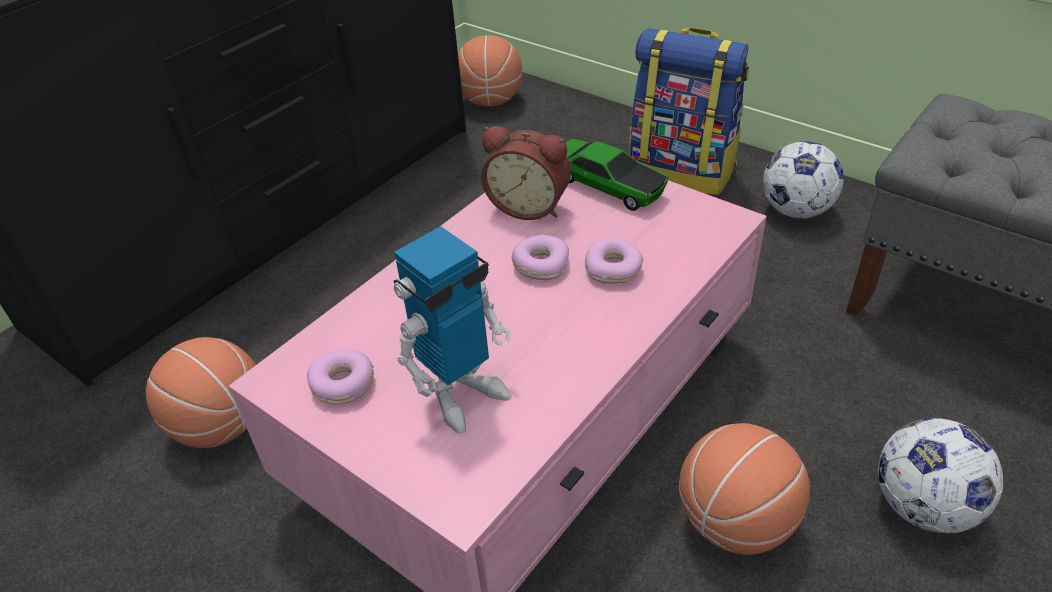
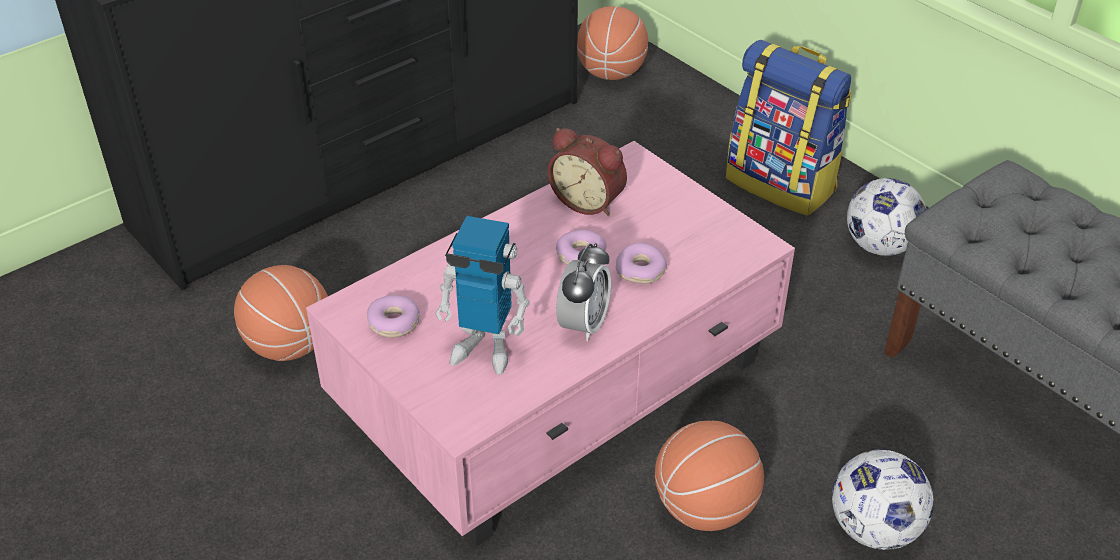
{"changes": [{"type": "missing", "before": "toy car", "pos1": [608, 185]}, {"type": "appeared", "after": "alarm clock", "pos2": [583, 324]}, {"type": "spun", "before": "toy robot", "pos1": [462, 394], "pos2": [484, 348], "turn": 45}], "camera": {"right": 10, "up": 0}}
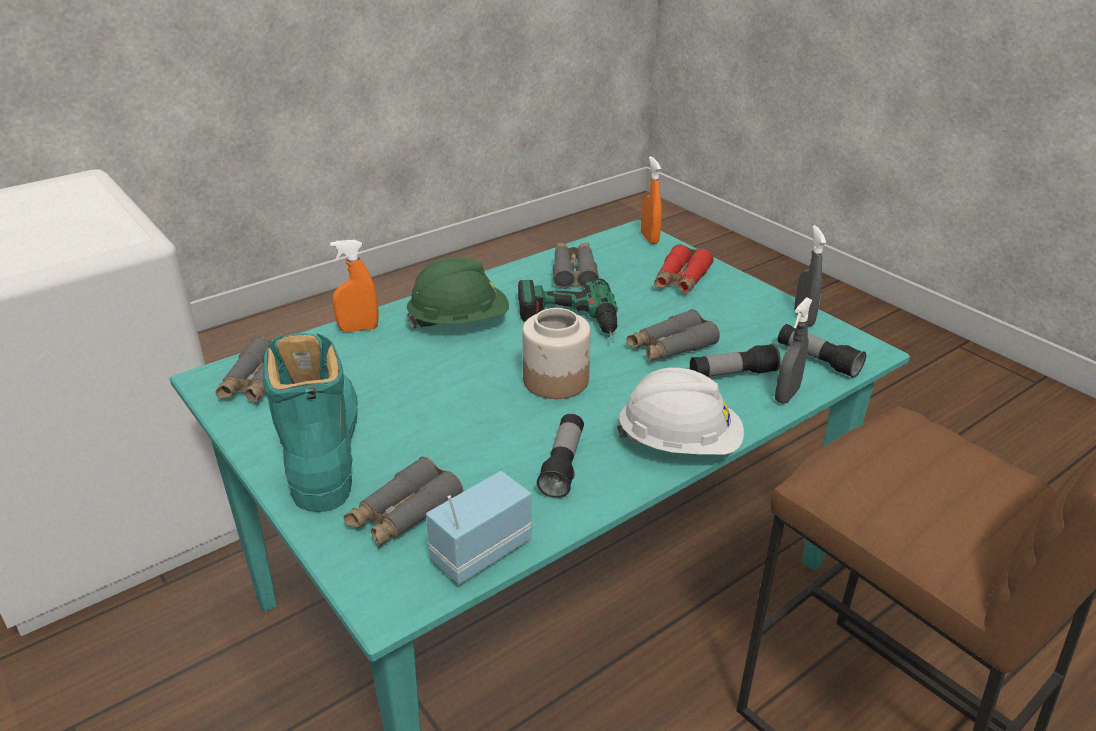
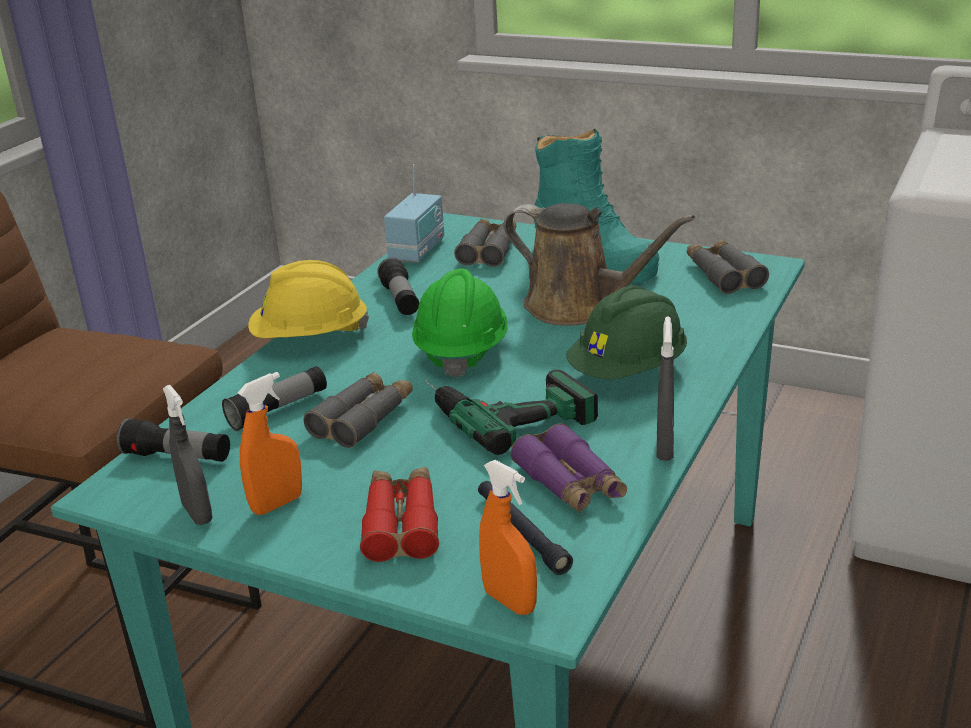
{"changes": [{"type": "appeared", "after": "black flashlight", "pos2": [521, 533]}, {"type": "appeared", "after": "brown watering can", "pos2": [579, 307]}, {"type": "relocated", "before": "orange spray bottle", "pos1": [358, 328], "pos2": [277, 504]}, {"type": "relocated", "before": "grey spray bottle", "pos1": [787, 395], "pos2": [664, 448]}, {"type": "exchanged", "before": "jar", "after": "green hard hat", "pos1": [556, 380], "pos2": [461, 351]}, {"type": "colour", "before": "grey binoculars", "after": "purple binoculars", "pos1": [574, 272], "pos2": [570, 484]}, {"type": "colour", "before": "white hard hat", "after": "yellow hard hat", "pos1": [679, 444], "pos2": [310, 338]}], "camera": {"right": 155, "up": -5}}
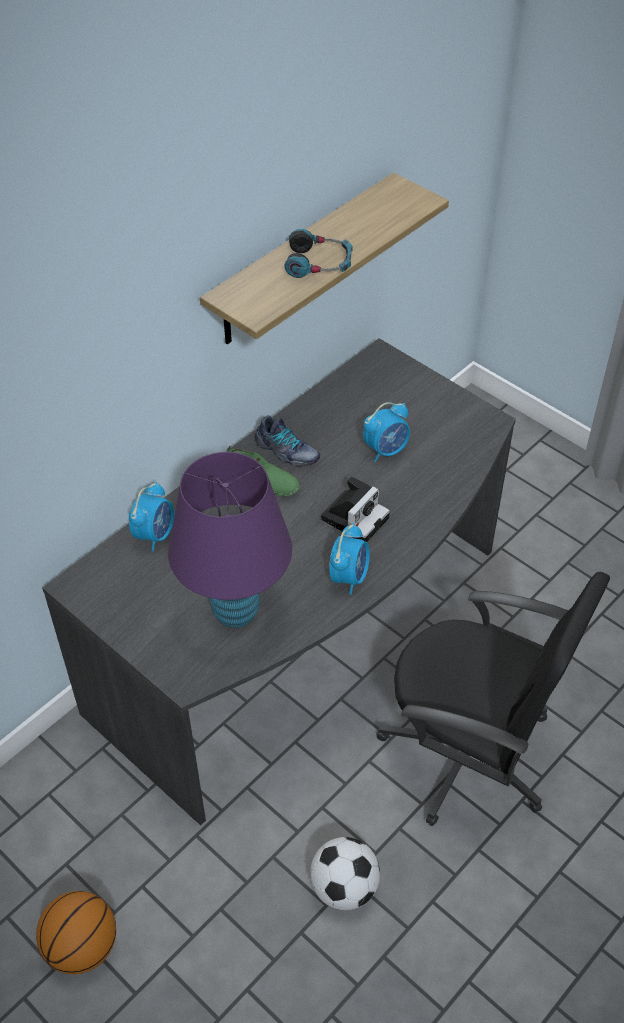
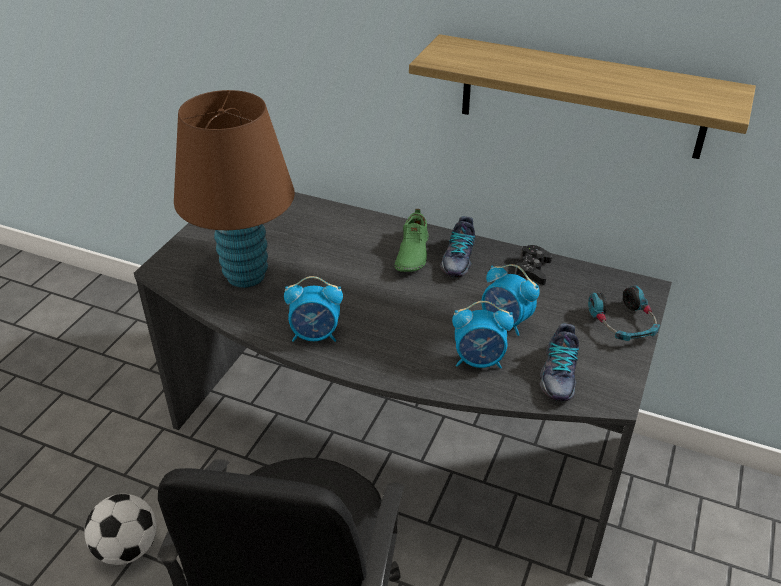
{"changes": [{"type": "missing", "before": "basketball", "pos1": [81, 946]}, {"type": "missing", "before": "photo camera", "pos1": [355, 516]}, {"type": "appeared", "after": "black game controller", "pos2": [532, 270]}, {"type": "appeared", "after": "shoe", "pos2": [558, 374]}, {"type": "relocated", "before": "alarm clock", "pos1": [155, 534], "pos2": [479, 361]}, {"type": "relocated", "before": "headphones", "pos1": [319, 264], "pos2": [623, 323]}, {"type": "colour", "before": "purple table lamp", "after": "brown table lamp", "pos1": [236, 612], "pos2": [246, 276]}], "camera": {"right": 70, "up": -10}}
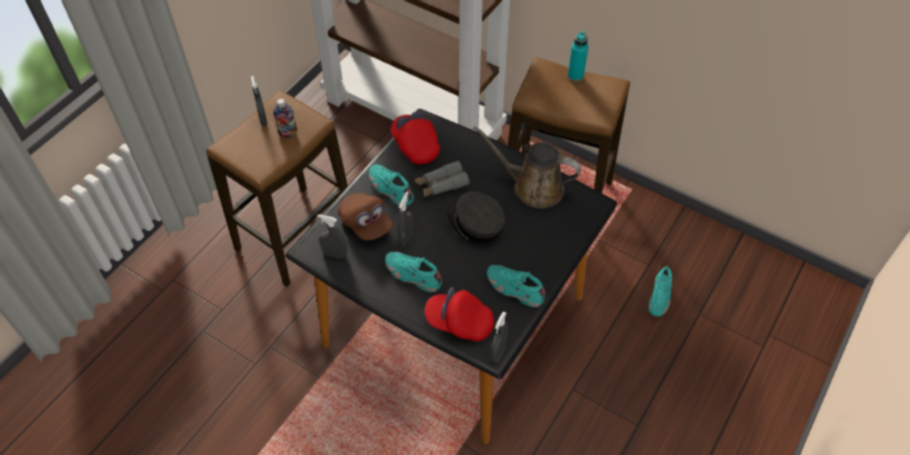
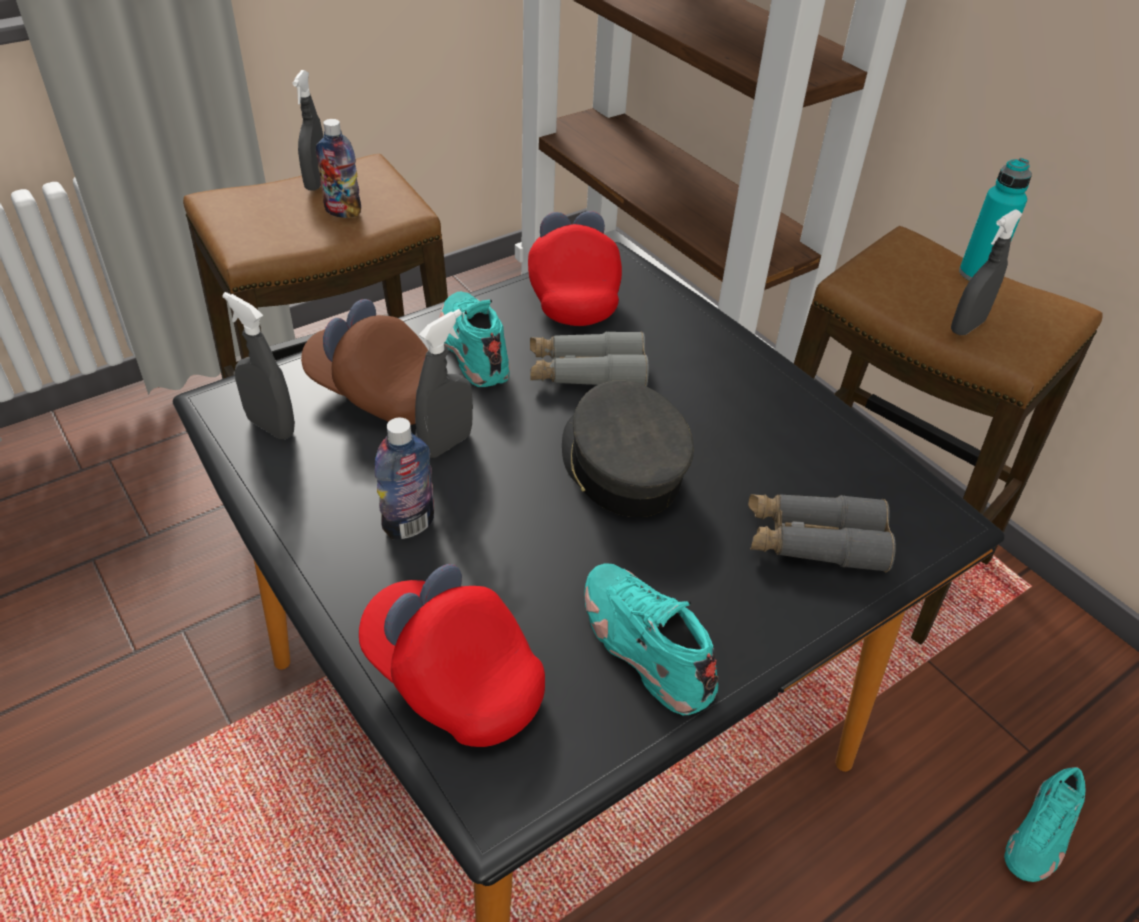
{"changes": [{"type": "missing", "before": "brown watering can", "pos1": [533, 187]}, {"type": "appeared", "after": "grey binoculars", "pos2": [814, 541]}, {"type": "relocated", "before": "grey spray bottle", "pos1": [498, 352], "pos2": [966, 327]}, {"type": "exchanged", "before": "turquoise shoe", "after": "bottle", "pos1": [412, 275], "pos2": [409, 525]}, {"type": "spun", "before": "brown cap", "pos1": [366, 224], "pos2": [378, 393], "turn": 135}], "camera": {"right": 20, "up": -10}}
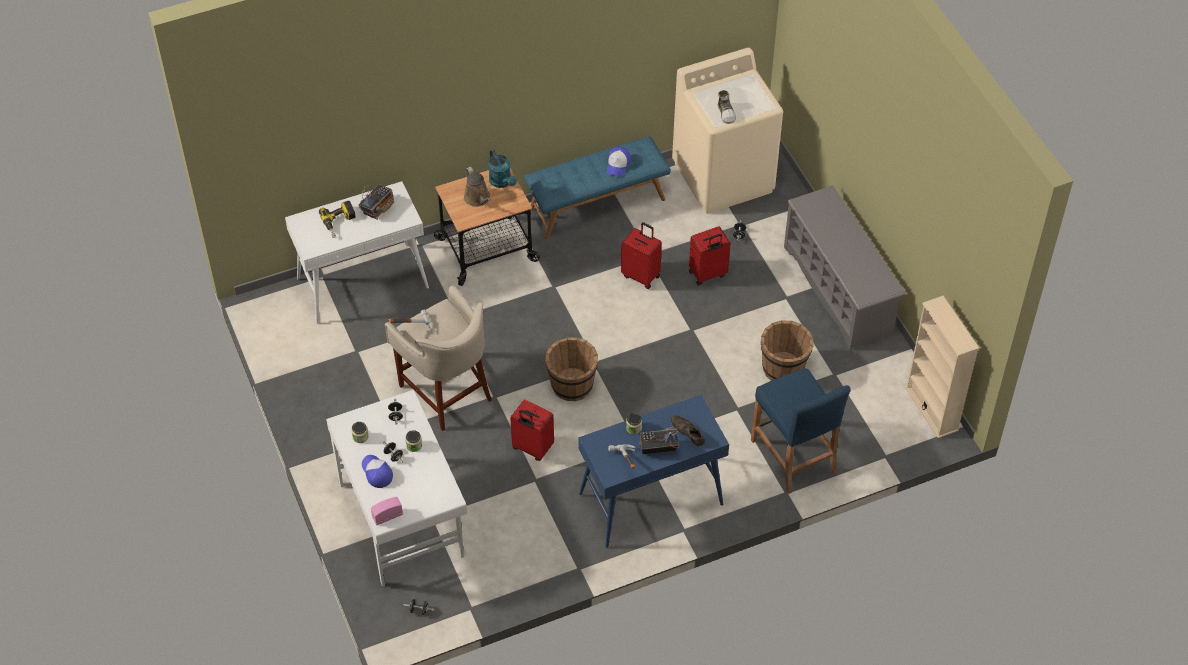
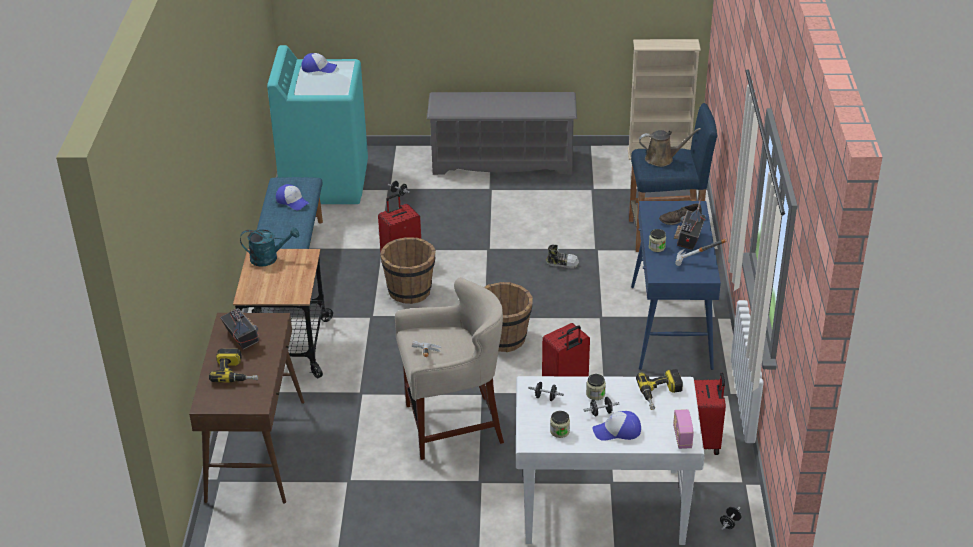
{"changes": [{"type": "appeared", "after": "cap", "pos2": [319, 68]}, {"type": "appeared", "after": "power drill", "pos2": [661, 394]}, {"type": "relocated", "before": "brown watering can", "pos1": [478, 199], "pos2": [662, 159]}, {"type": "relocated", "before": "red suitcase", "pos1": [708, 274], "pos2": [705, 442]}, {"type": "relocated", "before": "shoe", "pos1": [726, 113], "pos2": [562, 263]}, {"type": "relocated", "before": "brown bucket", "pos1": [783, 368], "pos2": [410, 291]}, {"type": "colour", "before": "white console table", "after": "brown console table", "pos1": [363, 282], "pos2": [255, 450]}, {"type": "colour", "before": "beige washing machine", "after": "turquoise washing machine", "pos1": [724, 177], "pos2": [325, 182]}], "camera": {"right": -65, "up": -15}}
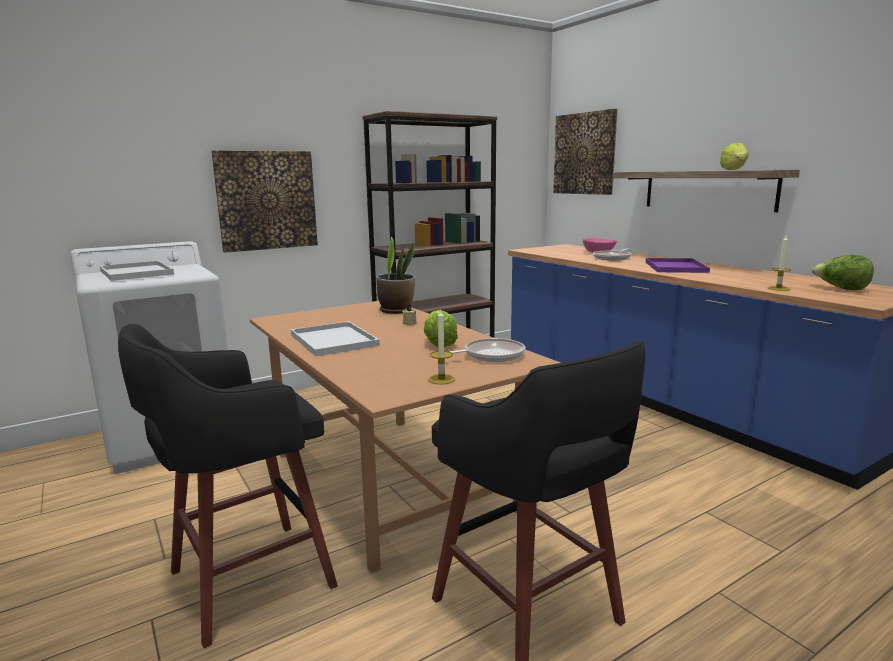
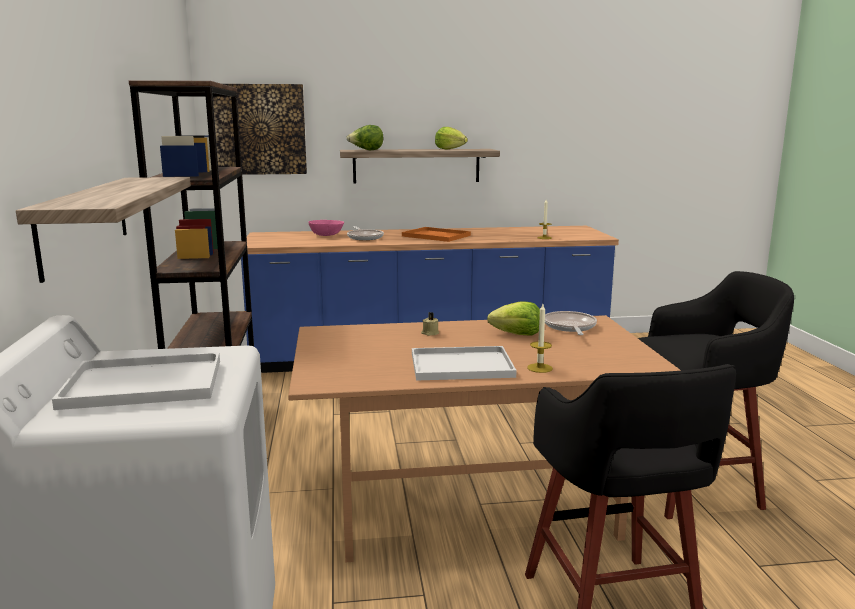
{"changes": [{"type": "missing", "before": "potted plant", "pos1": [396, 310]}, {"type": "relocated", "before": "candle", "pos1": [441, 379], "pos2": [539, 368]}, {"type": "relocated", "before": "lettuce", "pos1": [841, 289], "pos2": [366, 150]}, {"type": "exchanged", "before": "picture", "after": "shelf", "pos1": [266, 200], "pos2": [85, 222]}, {"type": "colour", "before": "purple tray", "after": "orange tray", "pos1": [674, 267], "pos2": [435, 236]}], "camera": {"right": -65, "up": 0}}
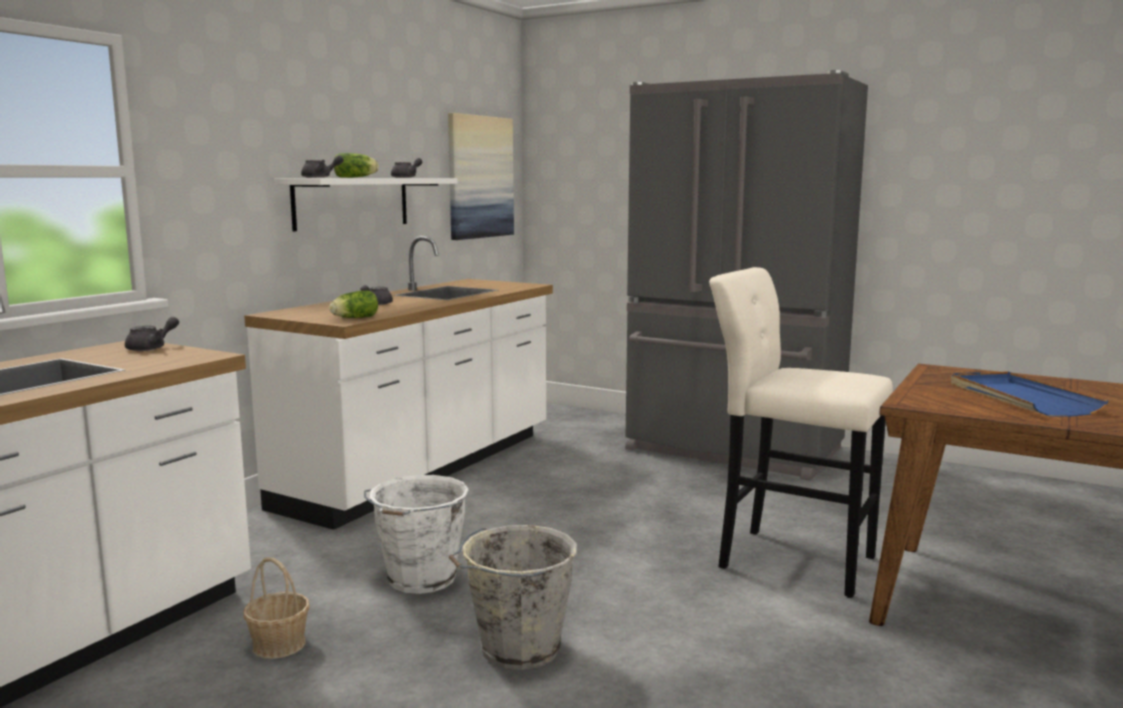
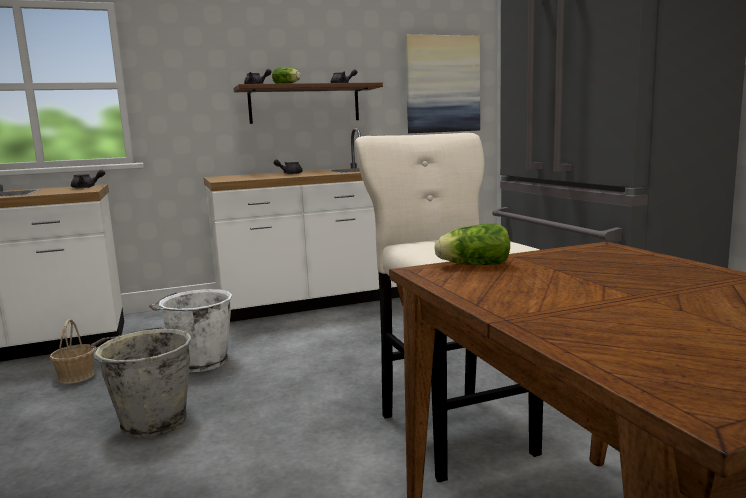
{"changes": [{"type": "missing", "before": "blue tray", "pos1": [1020, 398]}, {"type": "relocated", "before": "lettuce", "pos1": [353, 318], "pos2": [471, 265]}, {"type": "colour", "before": "white shelf", "after": "brown shelf", "pos1": [352, 202], "pos2": [304, 104]}], "camera": {"right": 40, "up": 0}}
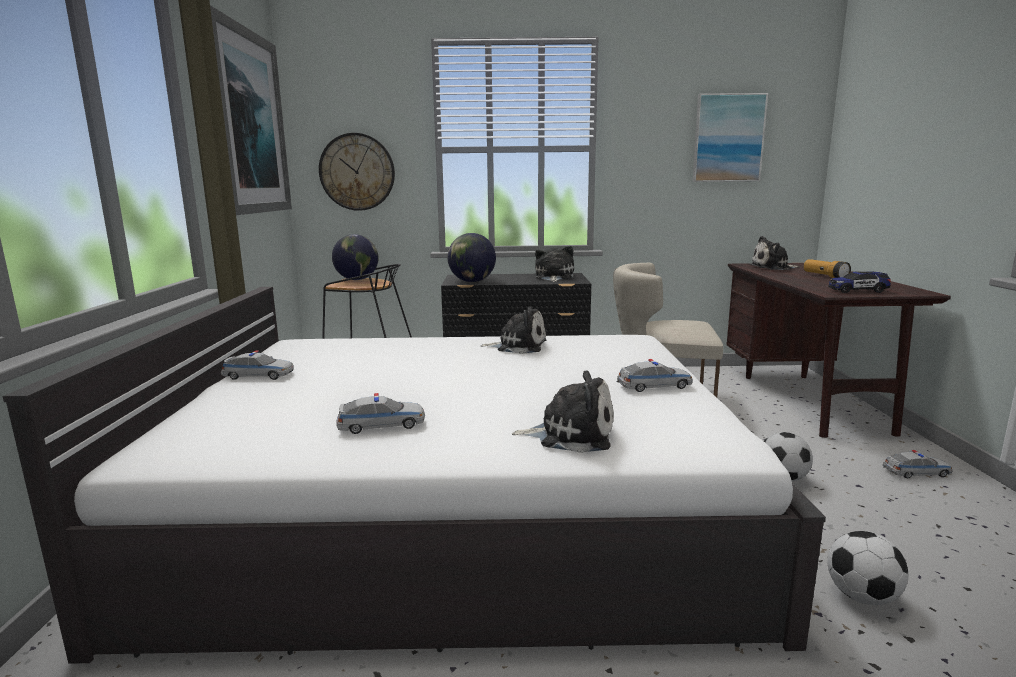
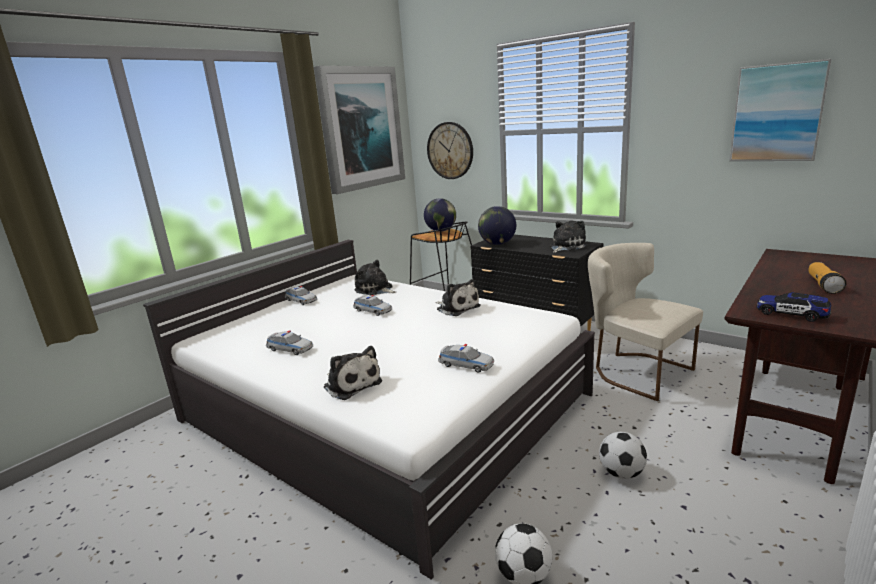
{"changes": [{"type": "relocated", "before": "plush toy", "pos1": [773, 268], "pos2": [375, 290]}, {"type": "relocated", "before": "toy car", "pos1": [916, 472], "pos2": [373, 311]}], "camera": {"right": 40, "up": 5}}
